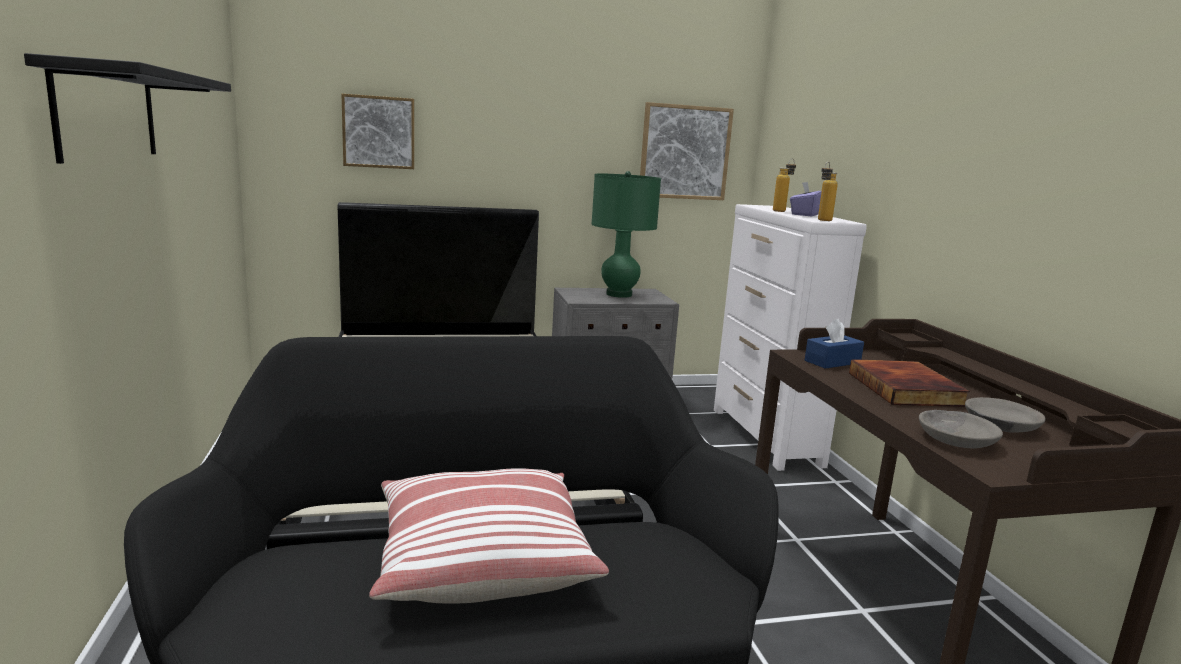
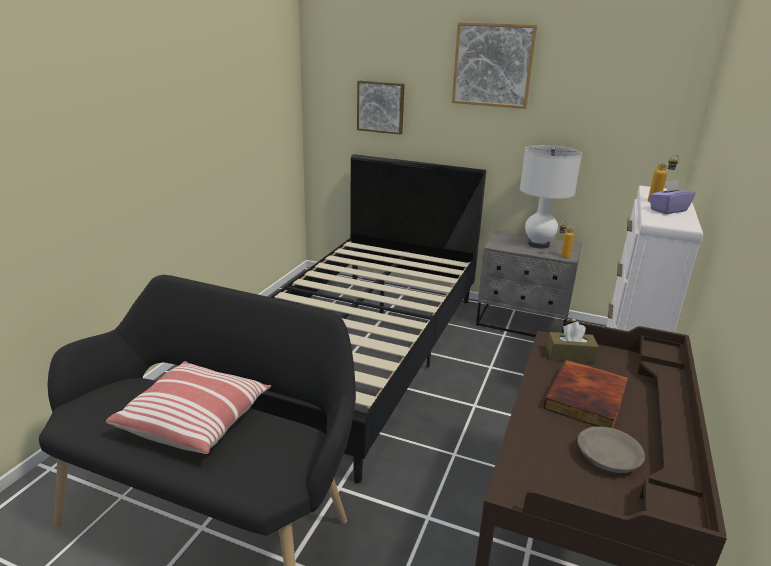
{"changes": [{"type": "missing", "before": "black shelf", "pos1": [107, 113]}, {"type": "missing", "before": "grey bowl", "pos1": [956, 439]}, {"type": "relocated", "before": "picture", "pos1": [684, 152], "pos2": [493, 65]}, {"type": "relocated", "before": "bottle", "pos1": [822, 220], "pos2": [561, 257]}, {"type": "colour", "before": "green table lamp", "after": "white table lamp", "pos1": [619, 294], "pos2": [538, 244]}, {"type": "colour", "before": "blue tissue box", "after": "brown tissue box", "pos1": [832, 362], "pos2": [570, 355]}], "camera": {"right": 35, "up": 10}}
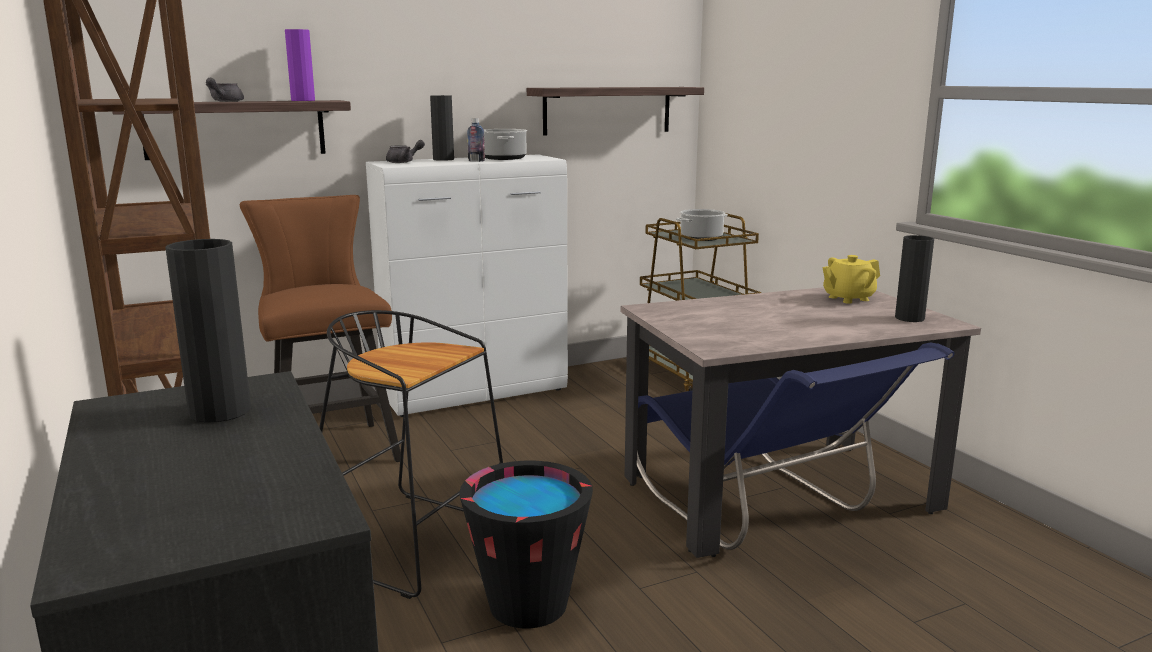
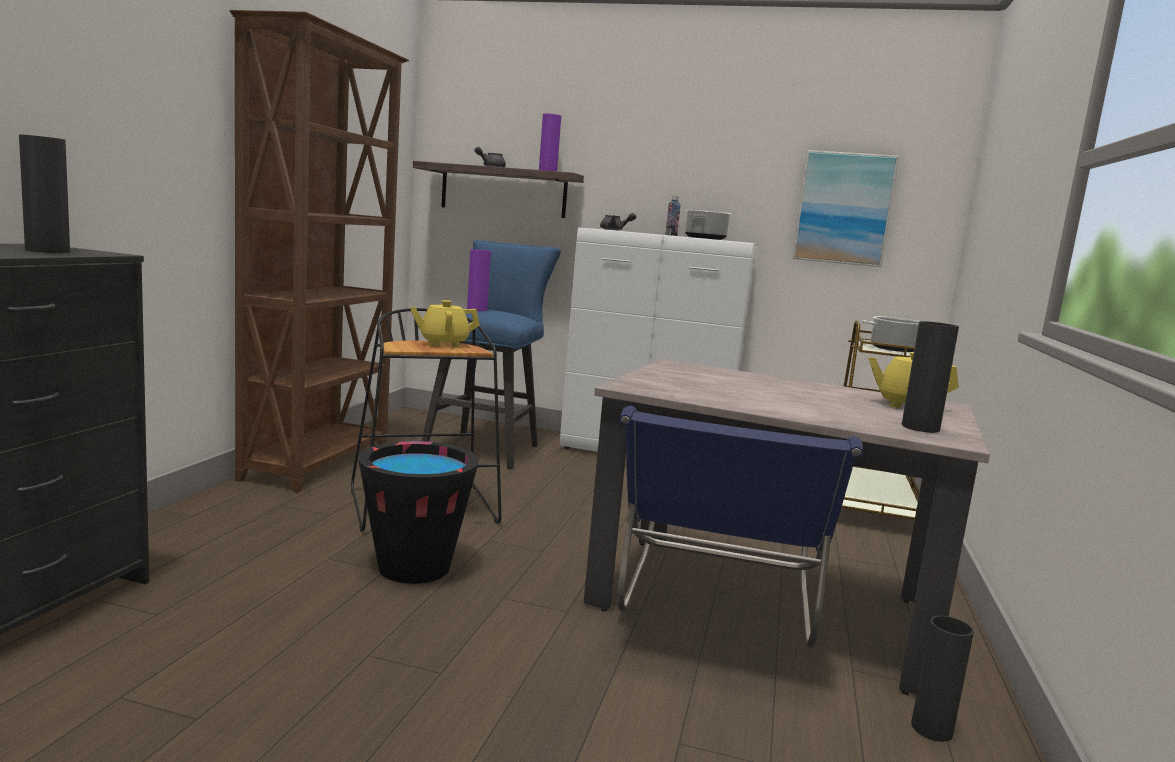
{"changes": [{"type": "appeared", "after": "yellow teapot", "pos2": [443, 343]}, {"type": "appeared", "after": "purple vase", "pos2": [477, 310]}, {"type": "relocated", "before": "black vase", "pos1": [443, 159], "pos2": [931, 729]}, {"type": "exchanged", "before": "shelf", "after": "picture", "pos1": [607, 110], "pos2": [844, 208]}, {"type": "colour", "before": "brown stool", "after": "blue stool", "pos1": [330, 447], "pos2": [486, 447]}], "camera": {"right": 40, "up": -5}}
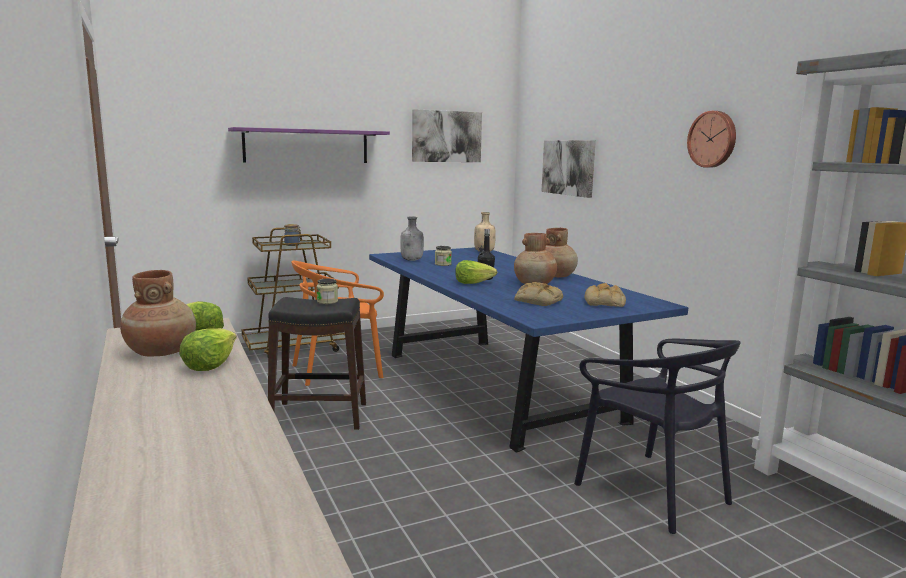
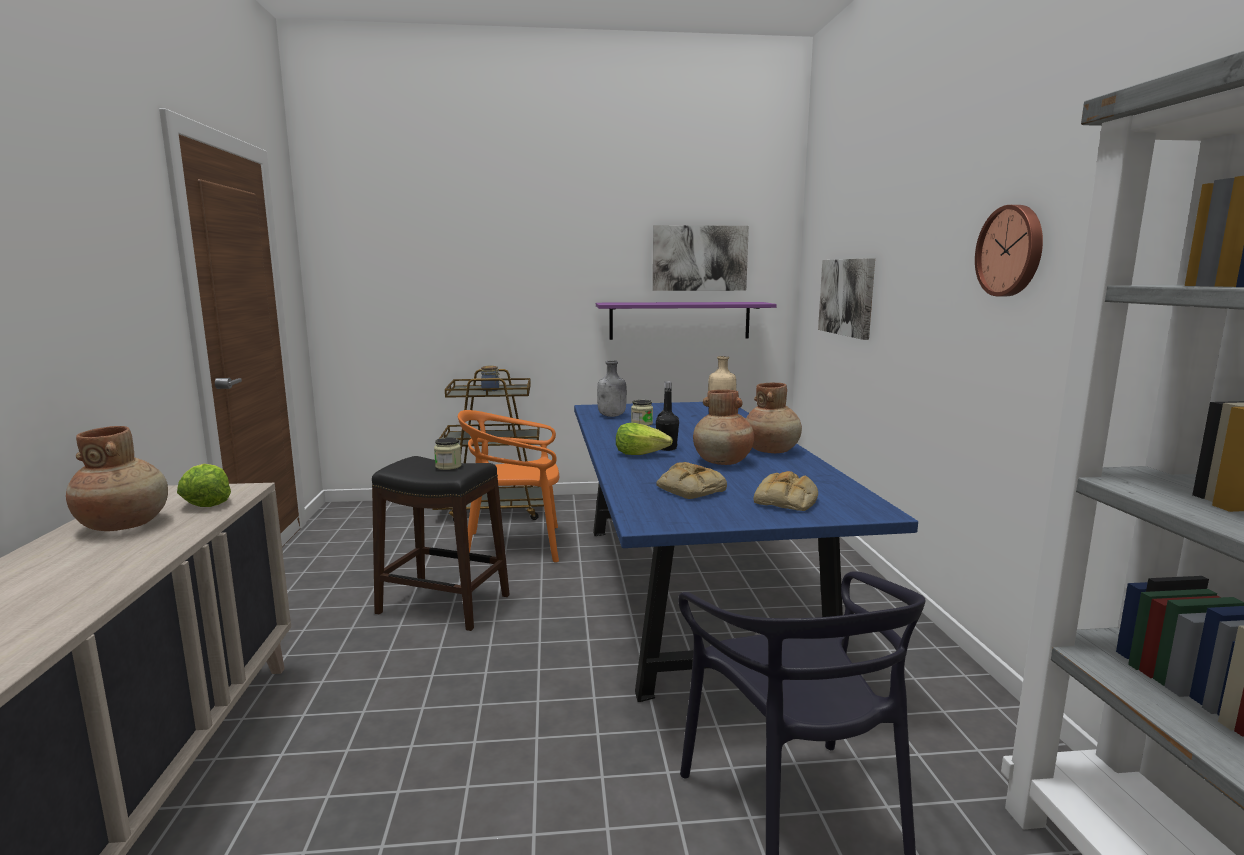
{"changes": [{"type": "missing", "before": "lettuce", "pos1": [210, 365]}, {"type": "relocated", "before": "purple shelf", "pos1": [306, 146], "pos2": [679, 320]}], "camera": {"right": 20, "up": 0}}
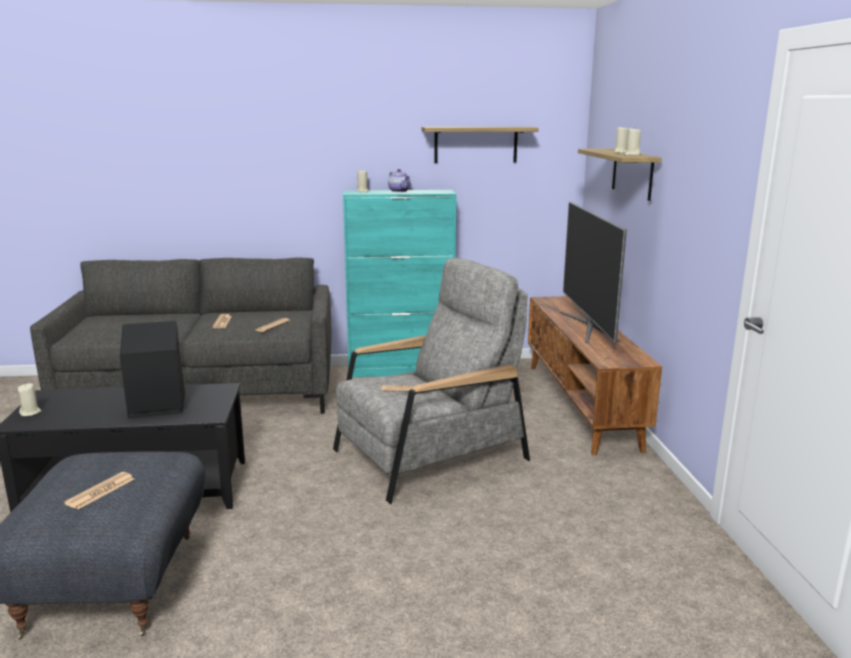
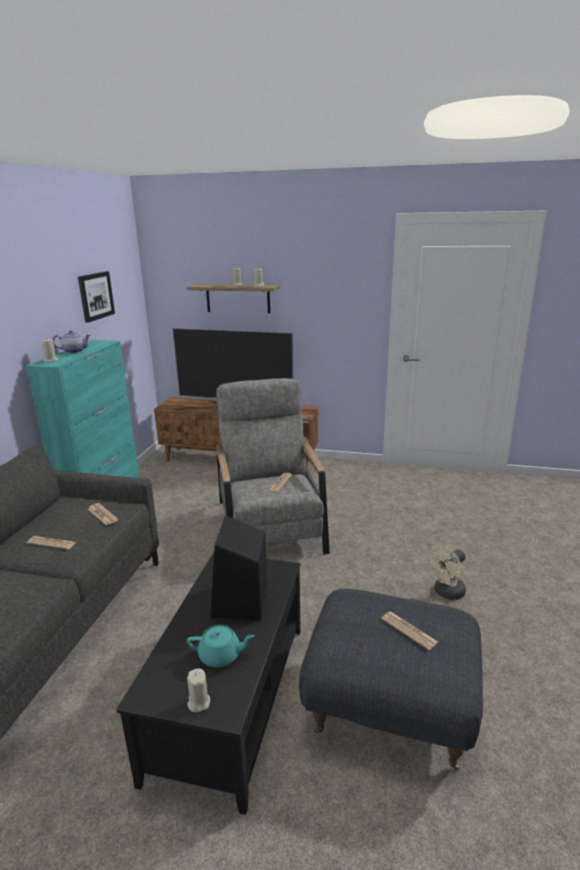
{"changes": [{"type": "appeared", "after": "turquoise teapot", "pos2": [221, 656]}, {"type": "appeared", "after": "beige fan", "pos2": [446, 593]}, {"type": "exchanged", "before": "shelf", "after": "picture", "pos1": [475, 144], "pos2": [95, 296]}], "camera": {"right": -70, "up": 5}}
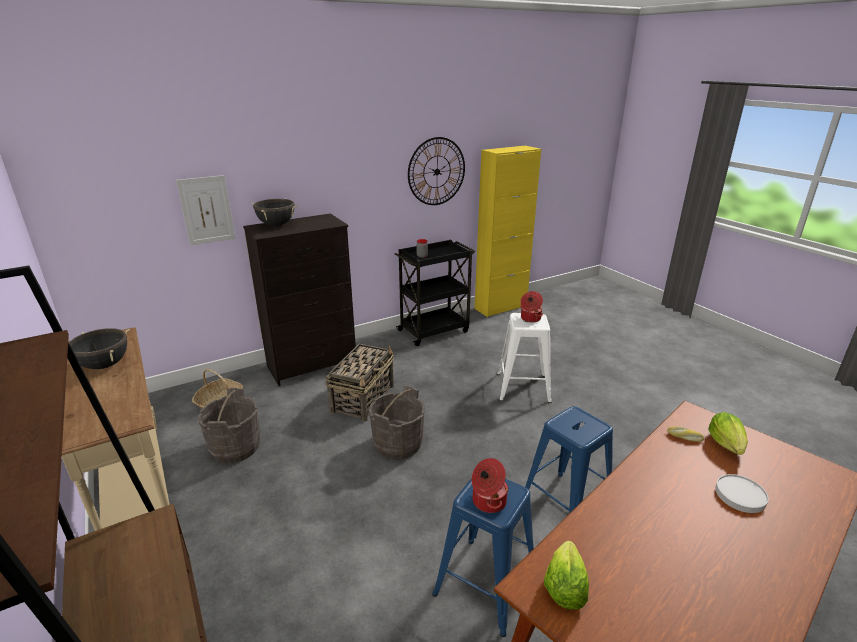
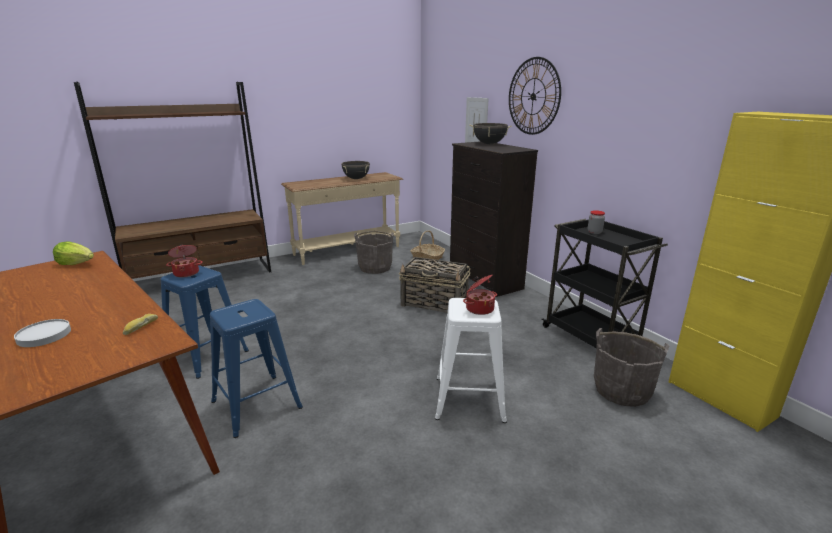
{"changes": [{"type": "missing", "before": "lettuce", "pos1": [726, 444]}, {"type": "relocated", "before": "grey bucket", "pos1": [398, 444], "pos2": [622, 390]}, {"type": "relocated", "before": "wall clock", "pos1": [436, 171], "pos2": [533, 96]}], "camera": {"right": 90, "up": -5}}
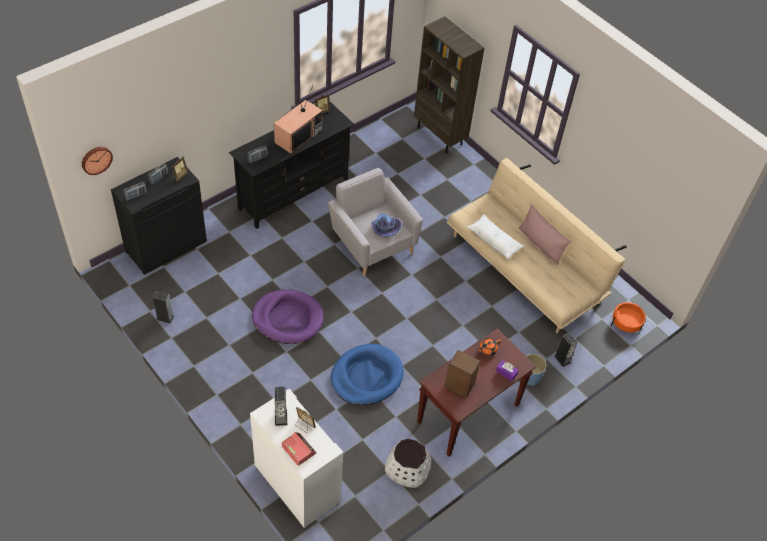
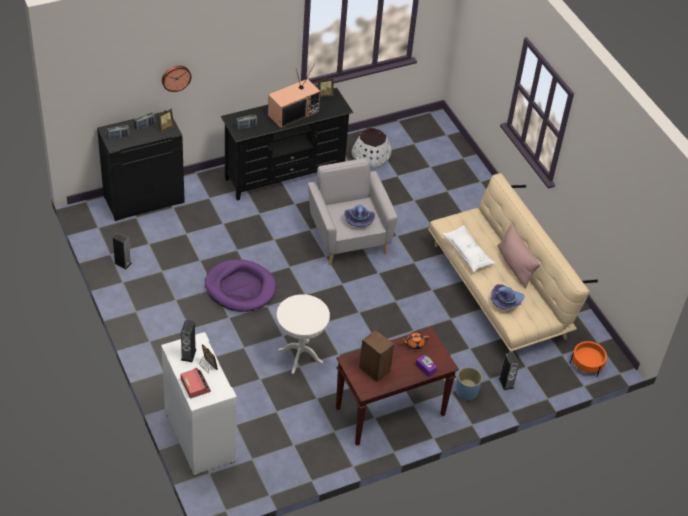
{"changes": [{"type": "missing", "before": "brown bookcase", "pos1": [440, 136]}, {"type": "appeared", "after": "purple hat", "pos2": [506, 301]}, {"type": "relocated", "before": "wall clock", "pos1": [96, 159], "pos2": [175, 77]}, {"type": "relocated", "before": "white planter", "pos1": [407, 468], "pos2": [371, 156]}, {"type": "exchanged", "before": "blue dog bed", "after": "white side table", "pos1": [366, 376], "pos2": [300, 356]}], "camera": {"right": 15, "up": -5}}
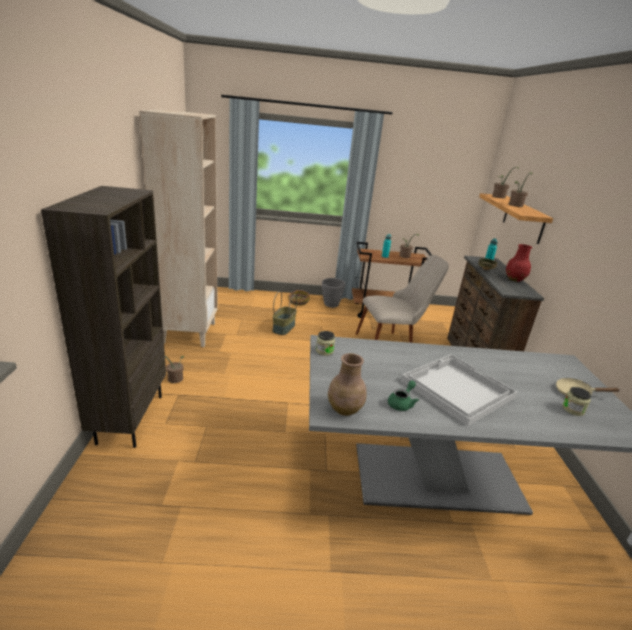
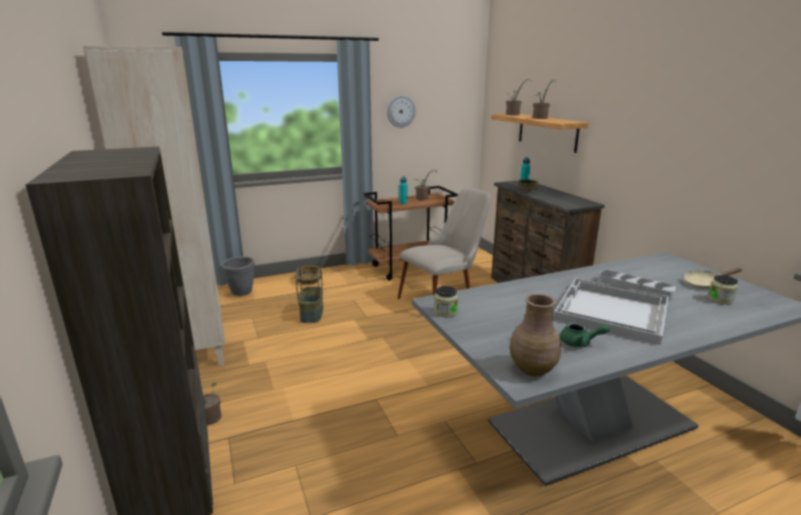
{"changes": [{"type": "missing", "before": "red vase", "pos1": [514, 279]}, {"type": "appeared", "after": "wall clock", "pos2": [401, 111]}, {"type": "appeared", "after": "grey tray", "pos2": [634, 288]}, {"type": "relocated", "before": "grey planter", "pos1": [331, 305], "pos2": [241, 292]}, {"type": "spun", "before": "green teapot", "pos1": [402, 403], "pos2": [579, 343], "turn": 90}], "camera": {"right": -20, "up": -5}}
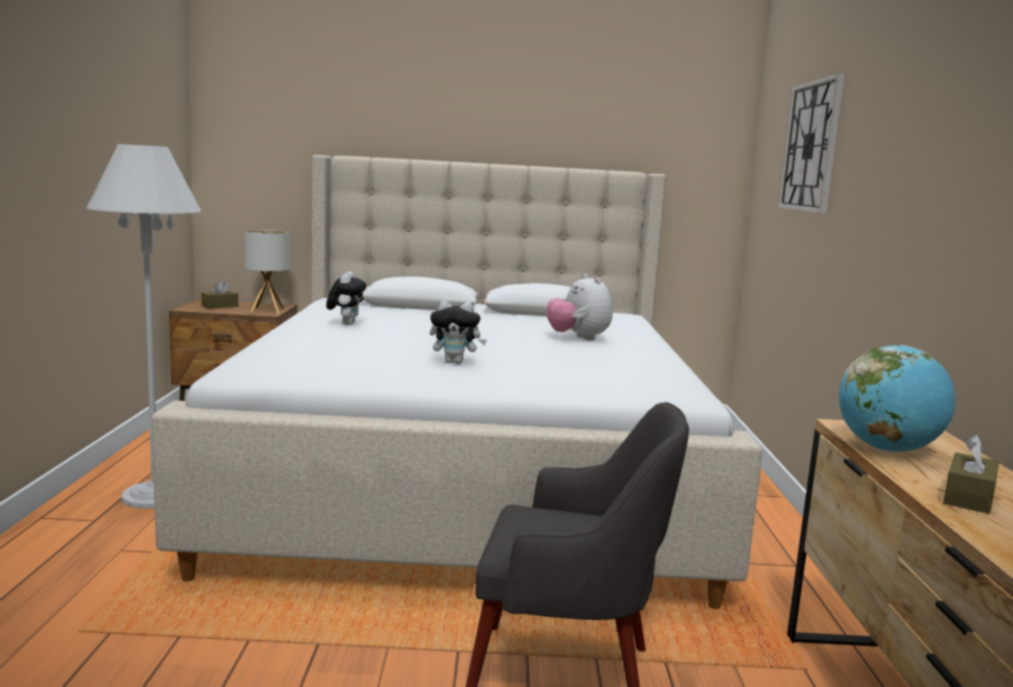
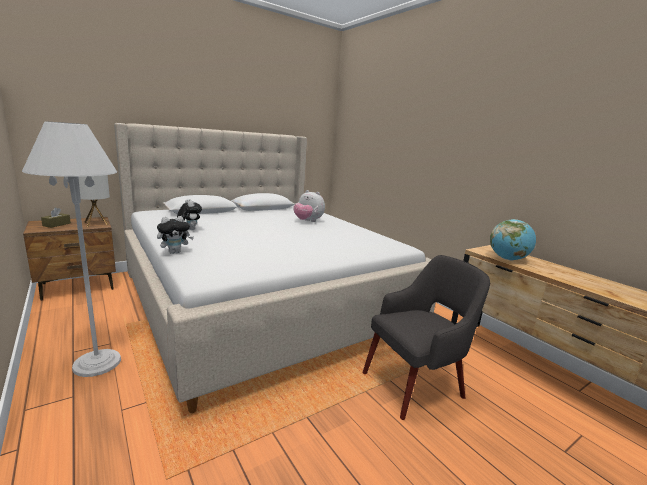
{"changes": [{"type": "missing", "before": "wall clock", "pos1": [810, 146]}, {"type": "missing", "before": "brown tissue box", "pos1": [968, 497]}, {"type": "relocated", "before": "plush toy", "pos1": [455, 362], "pos2": [175, 252]}], "camera": {"right": -35, "up": 5}}
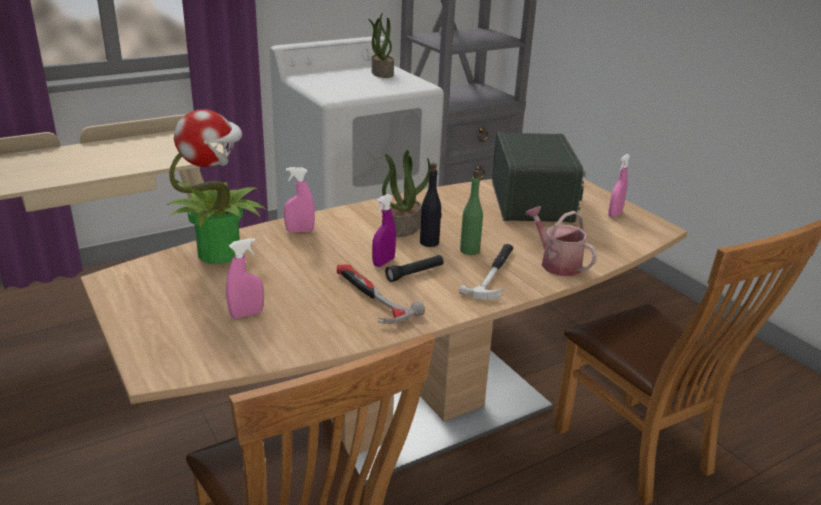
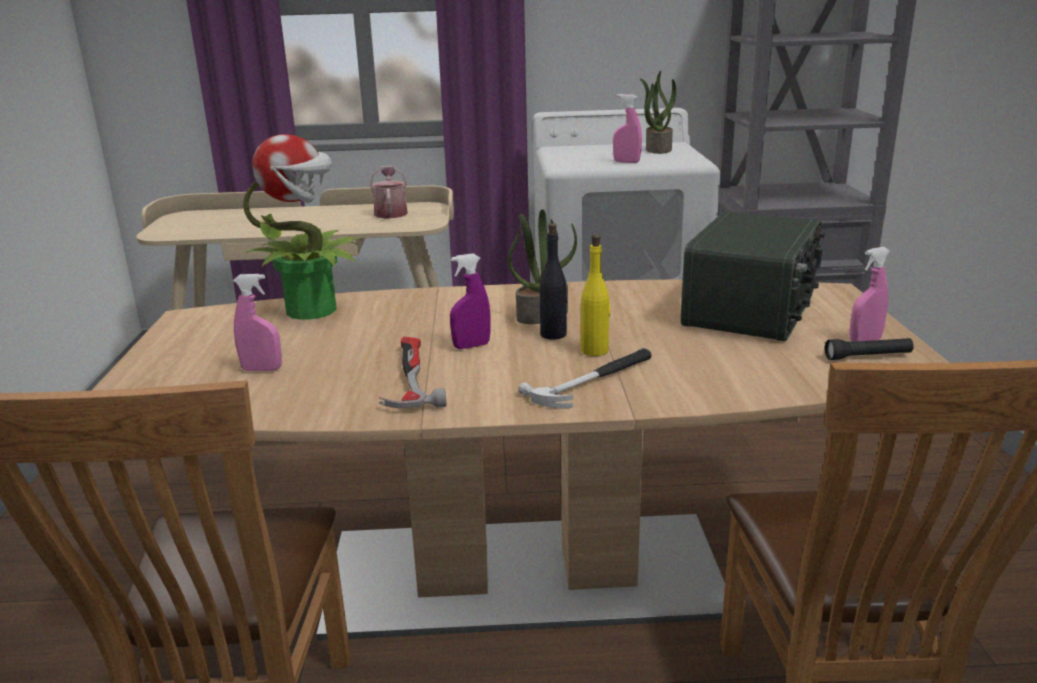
{"changes": [{"type": "relocated", "before": "pink spray bottle", "pos1": [300, 231], "pos2": [626, 162]}, {"type": "relocated", "before": "black flashlight", "pos1": [415, 273], "pos2": [868, 357]}, {"type": "relocated", "before": "watering can", "pos1": [556, 263], "pos2": [390, 212]}, {"type": "colour", "before": "green bottle", "after": "yellow bottle", "pos1": [470, 250], "pos2": [595, 350]}], "camera": {"right": 30, "up": -5}}
